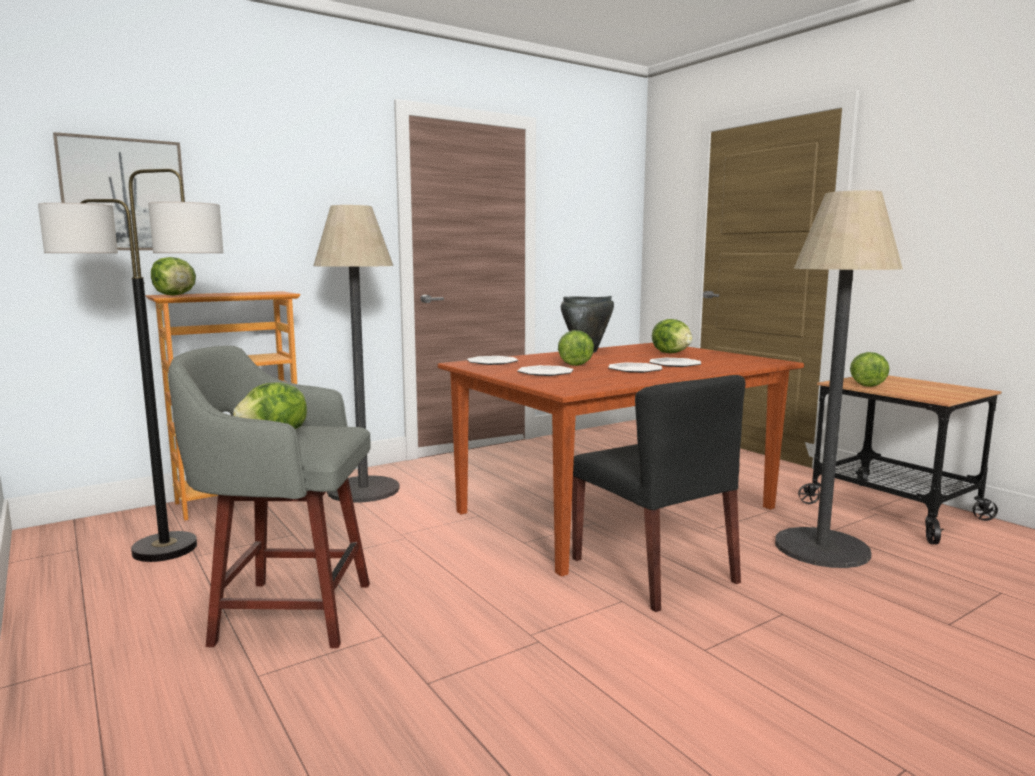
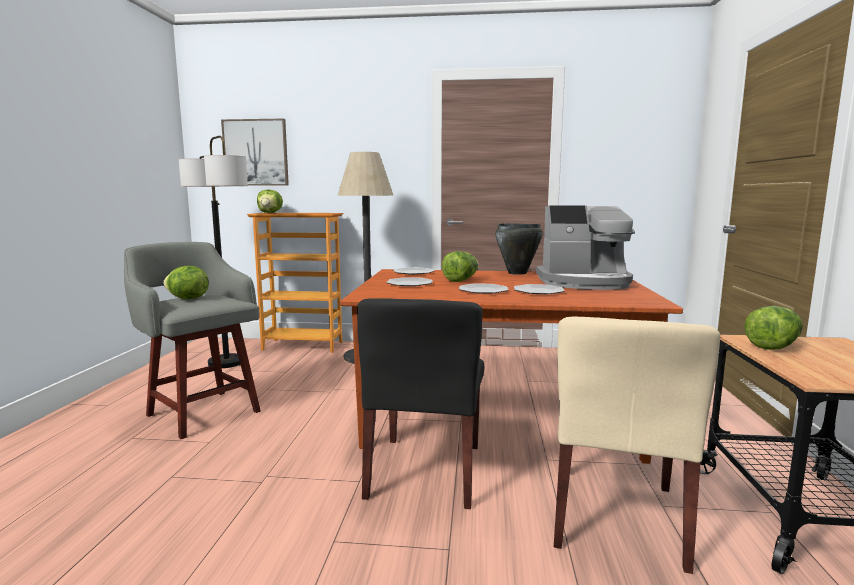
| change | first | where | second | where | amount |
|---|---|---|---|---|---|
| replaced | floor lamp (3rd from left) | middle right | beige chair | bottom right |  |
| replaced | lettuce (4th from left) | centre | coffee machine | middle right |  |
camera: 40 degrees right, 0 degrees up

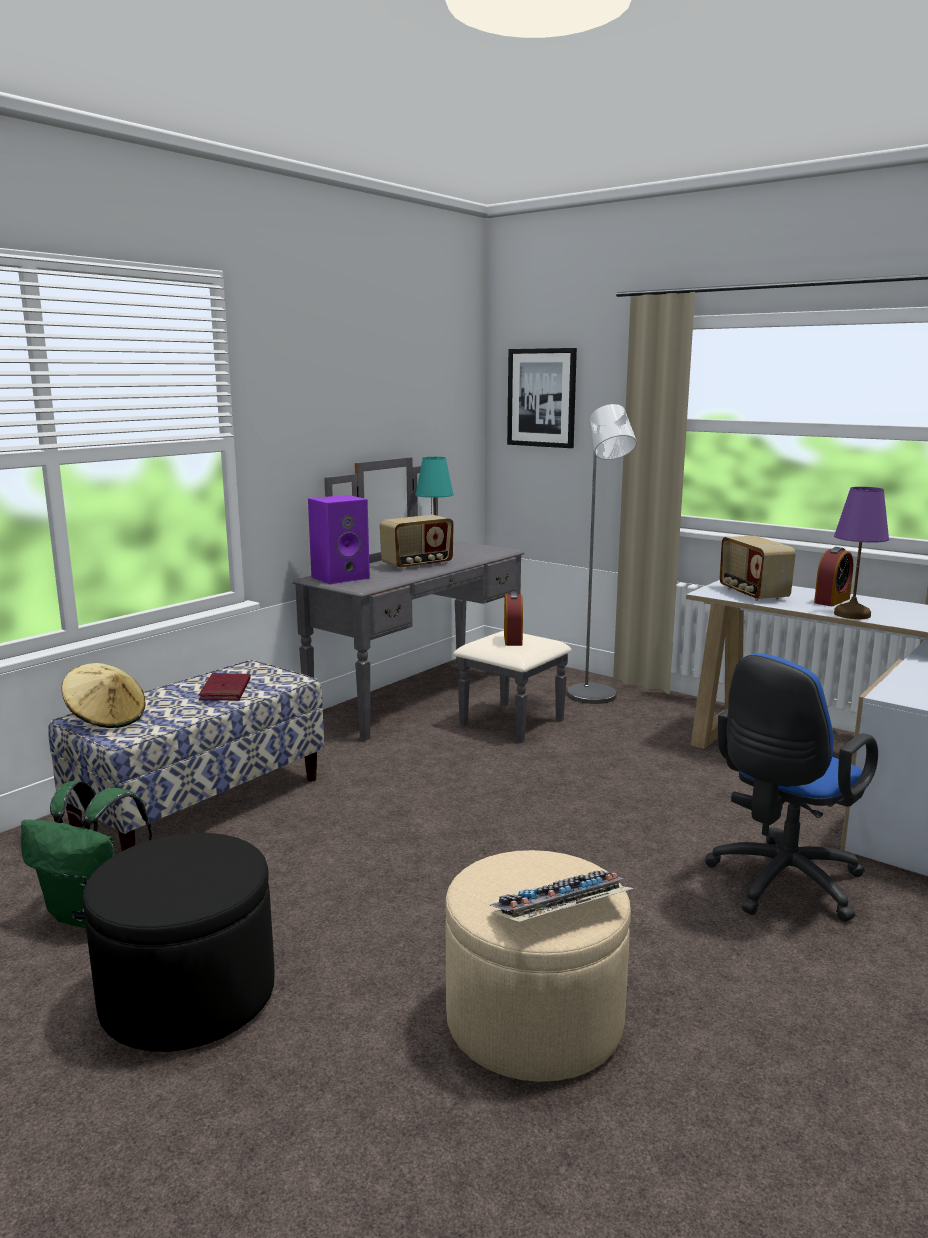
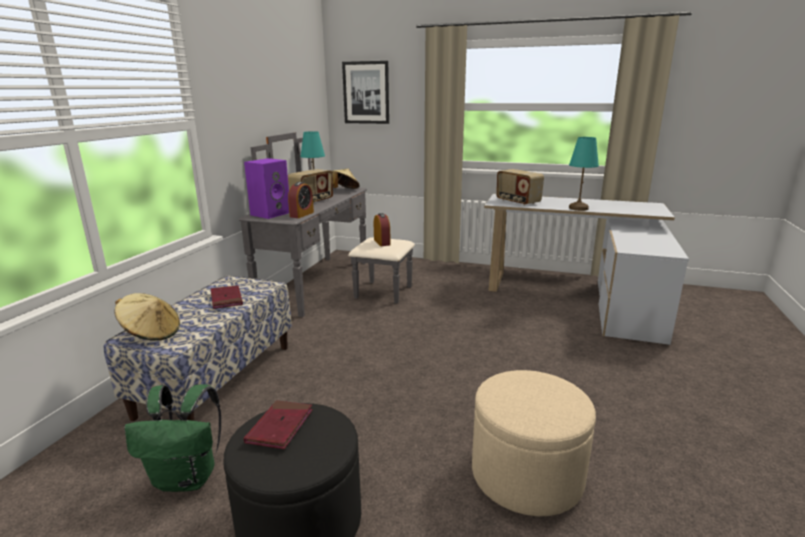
| change | first | where | second | where | amount |
|---|---|---|---|---|---|
| removed | grey floor lamp | centre |  |  |  |
| recoloured | purple table lamp | middle right | turquoise table lamp (2nd from left) | top right |  |
| moved | alarm clock (2nd from left in the first image) | middle right | alarm clock (1st from left) | centre |  |
| removed | blue office chair | middle right |  |  |  |
| removed | keyboard | bottom centre |  |  |  |
| added |  |  | beige hat (2nd from left) | centre |  |
| added |  |  | red book (2nd from left) | bottom centre |  |
camera: 20 degrees left, 5 degrees up

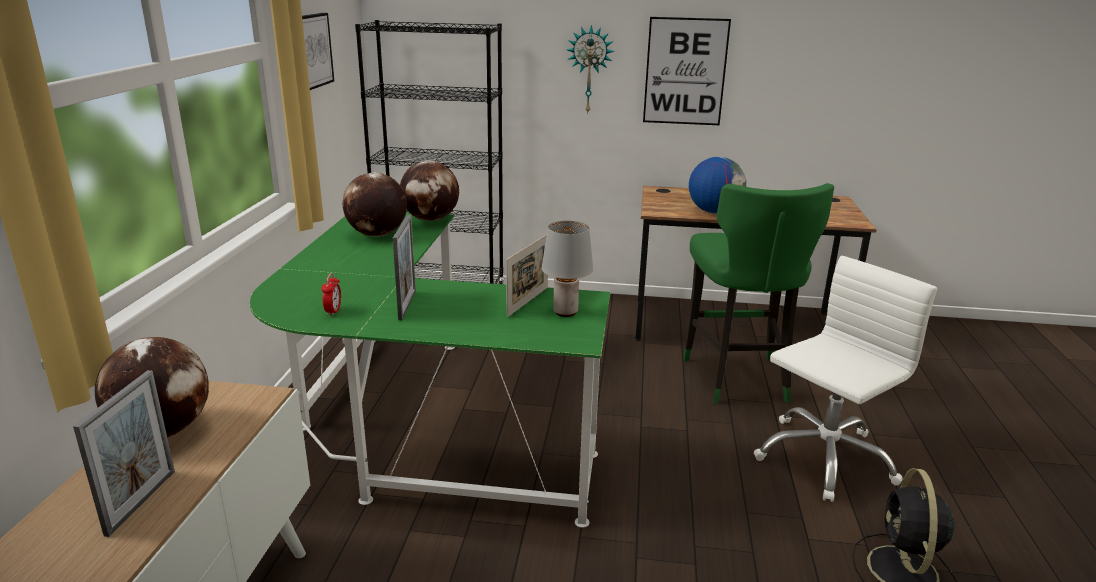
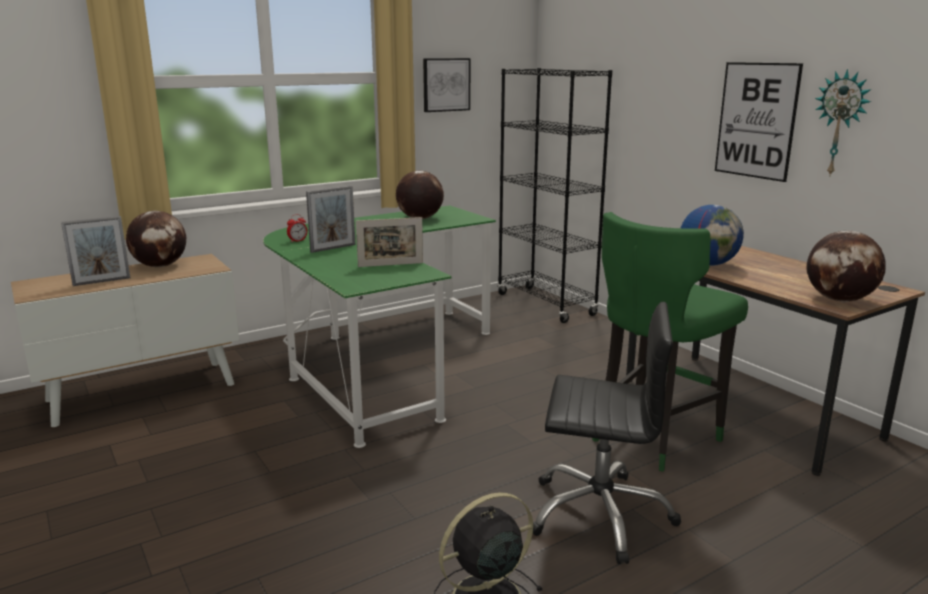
| change | first | where | second | where | amount |
|---|---|---|---|---|---|
| moved | wall clock | top centre |  | top right |  |
| moved | globe (3rd from left in the first image) | top centre | globe (4th from left) | middle right |  |
| removed | grey table lamp | centre |  |  |  |
| recoloured | white office chair | middle right | black office chair | bottom centre |  |
camera: 50 degrees right, 5 degrees down

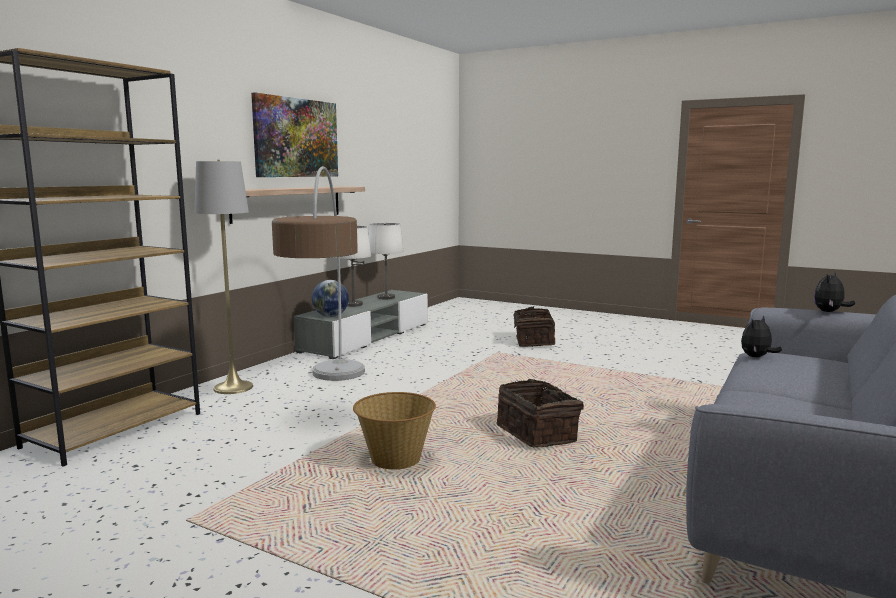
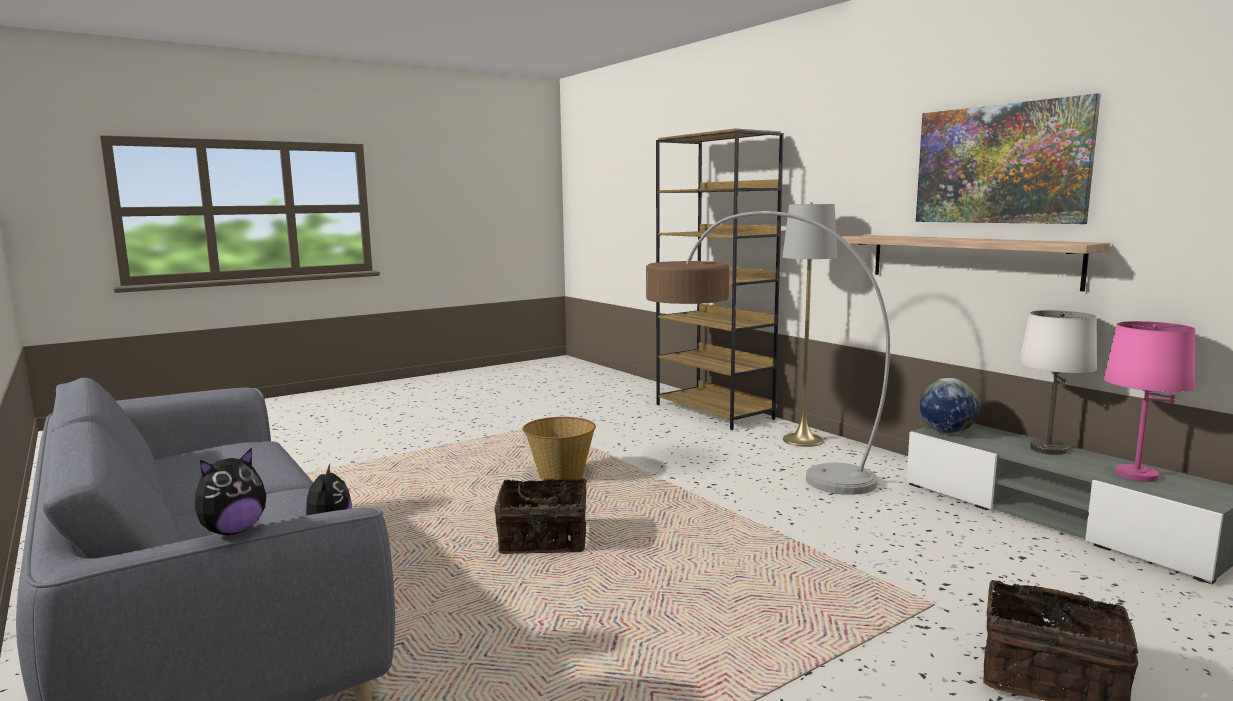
| change | first | where | second | where | amount |
|---|---|---|---|---|---|
| recoloured | white table lamp (2nd from left) | centre | pink table lamp | middle right |  |
| turned | plush toy (2nd from left in the first image) | middle right | plush toy (1st from left) | bottom left | 60 degrees clockwise |
camera: 115 degrees right, 0 degrees up

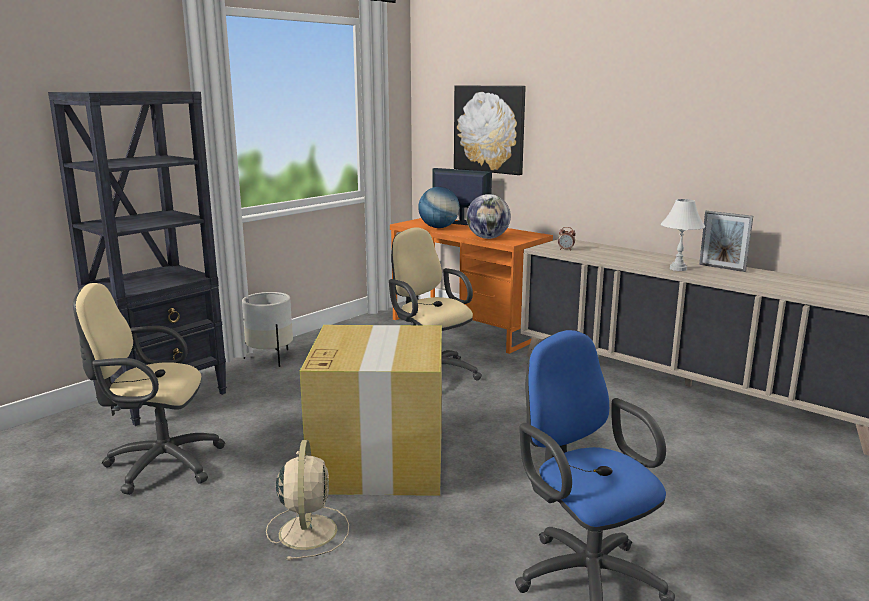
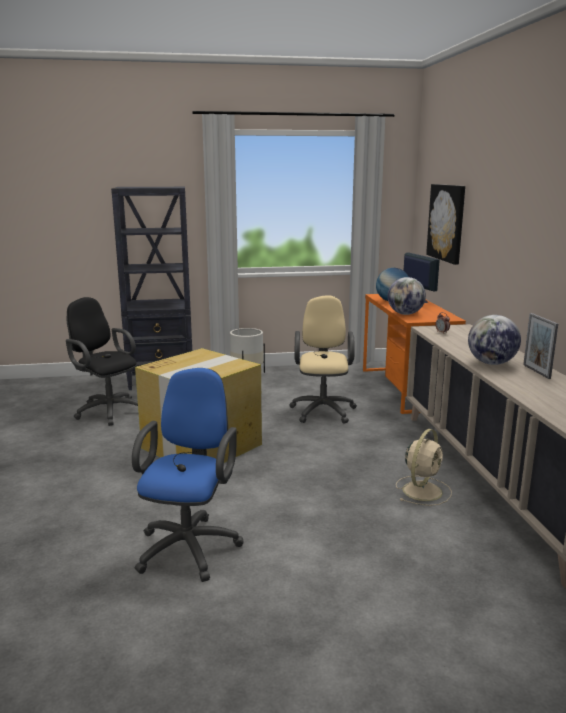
| change | first | where | second | where | amount |
|---|---|---|---|---|---|
| replaced | white table lamp | middle right | globe (3rd from left) | middle right |  |
| recoloured | beige office chair (1st from left) | middle left | black office chair | middle left |  |
| moved | beige fan | bottom centre |  | middle right |  |
camera: 40 degrees right, 0 degrees up

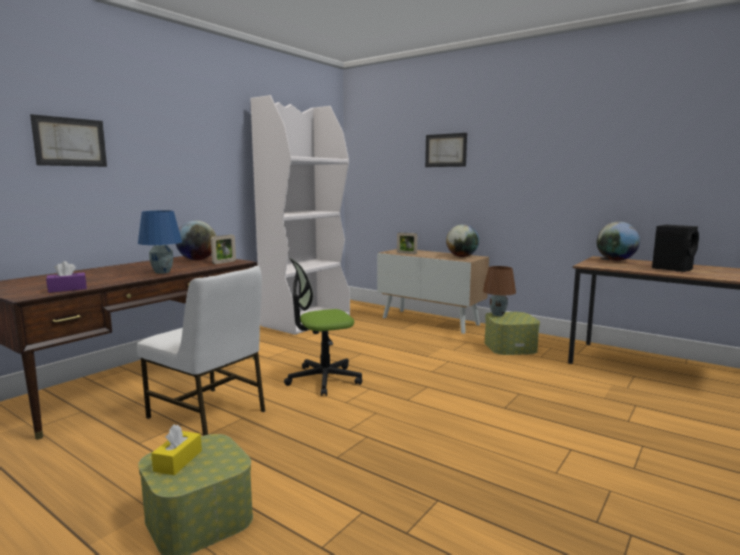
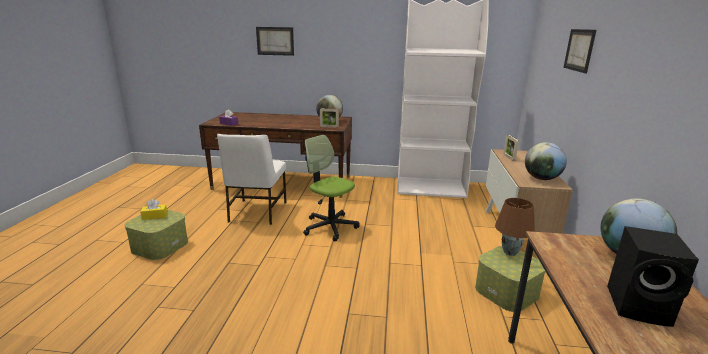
| change | first | where | second | where | amount |
|---|---|---|---|---|---|
| removed | blue table lamp | middle left |  |  |  |
camera: 60 degrees right, 10 degrees up

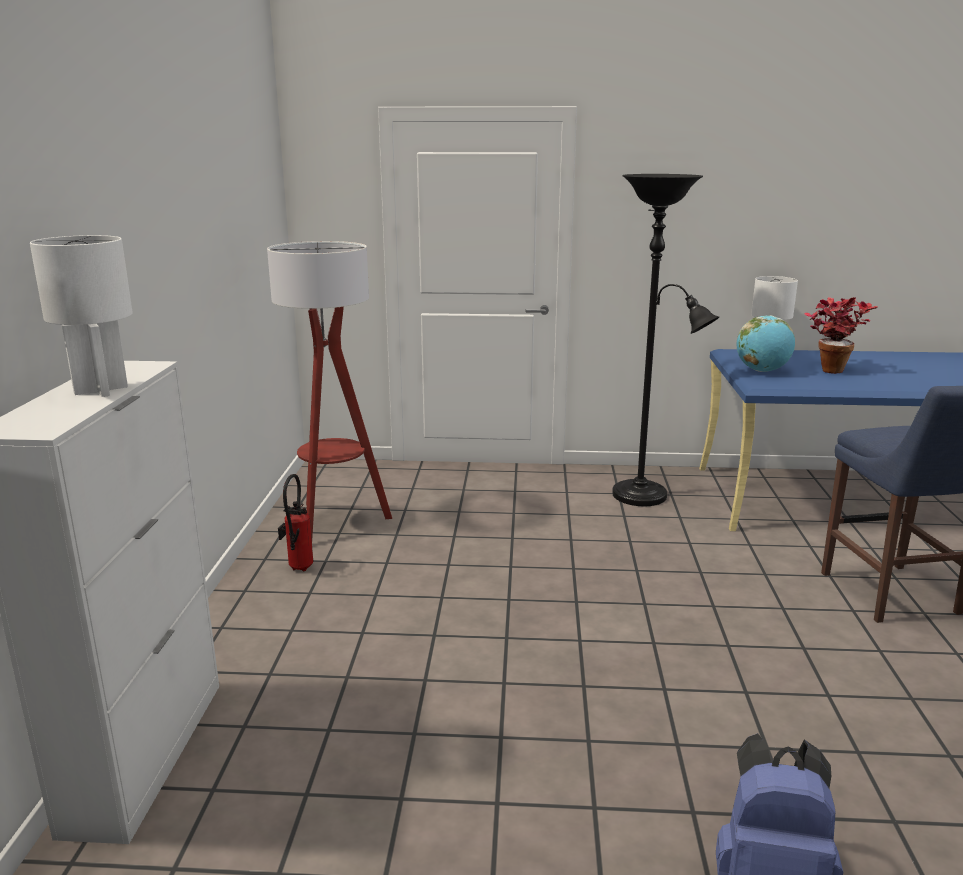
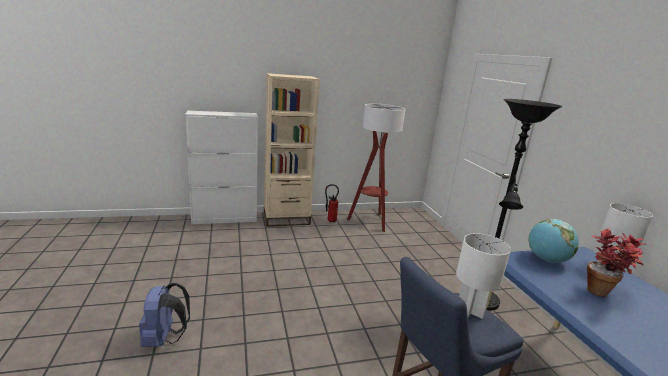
| change | first | where | second | where | amount |
|---|---|---|---|---|---|
| moved | white table lamp (1st from left) | middle left |  | bottom right |  |
| added |  |  | beige bookcase | centre |  |
camera: 70 degrees right, 0 degrees up

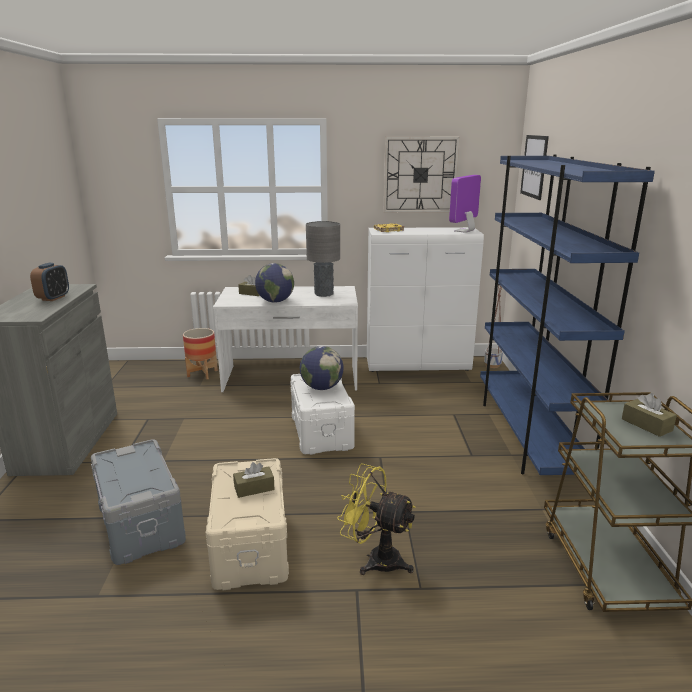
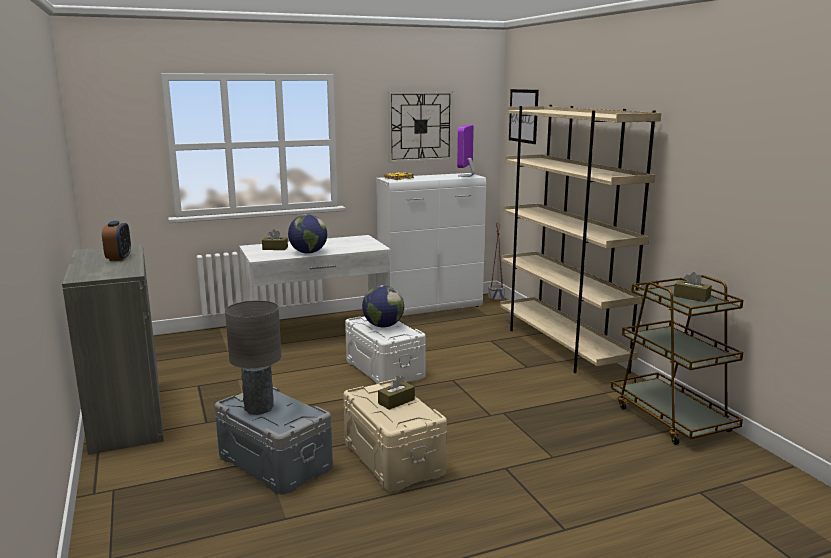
| change | first | where | second | where | amount |
|---|---|---|---|---|---|
| recoloured | blue bookcase | middle right | beige bookcase | middle right |  |
| moved | grey table lamp | centre |  | middle left |  |
| removed | planter (1st from left) | middle left |  |  |  |
| removed | yellow fan | bottom centre |  |  |  |
camera: 20 degrees left, 5 degrees down

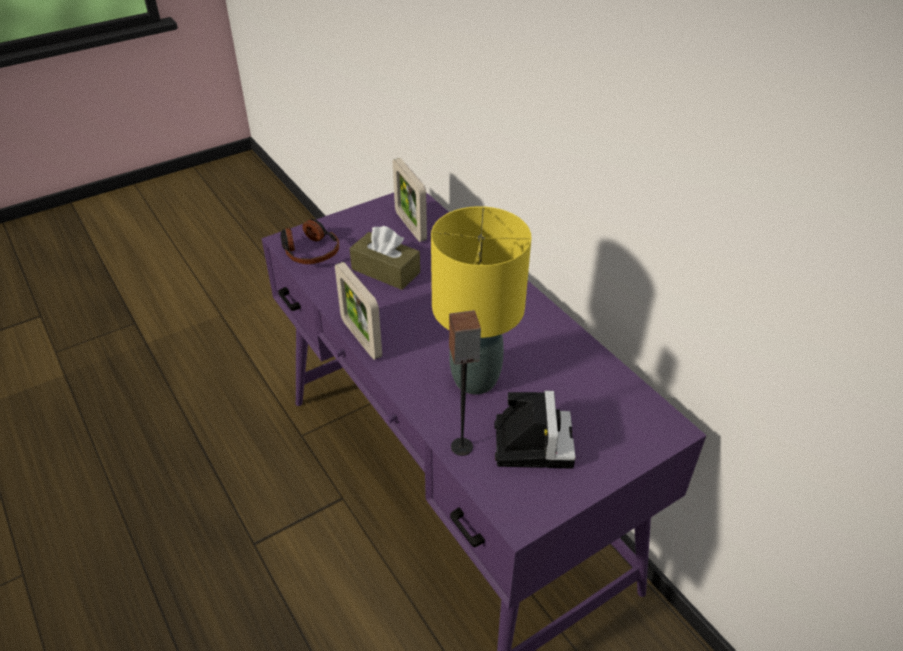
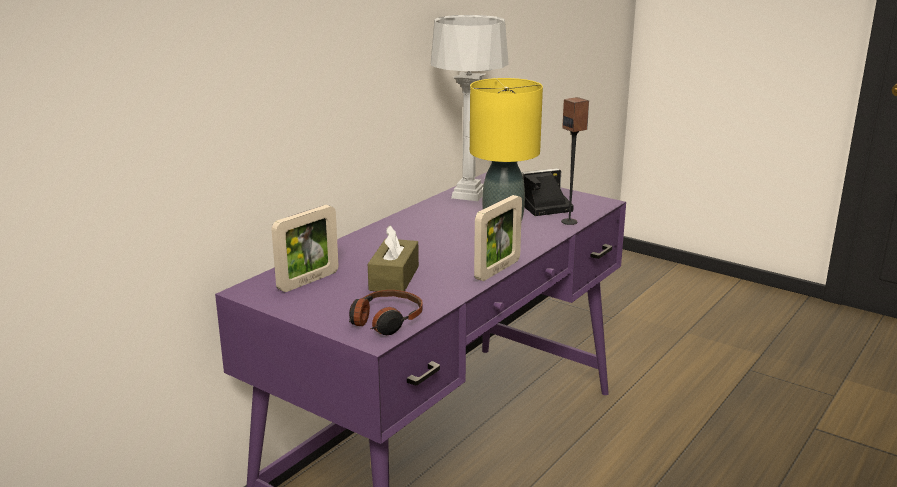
| change | first | where | second | where | amount |
|---|---|---|---|---|---|
| added |  |  | grey table lamp | top centre |  |
camera: 110 degrees left, 20 degrees down

